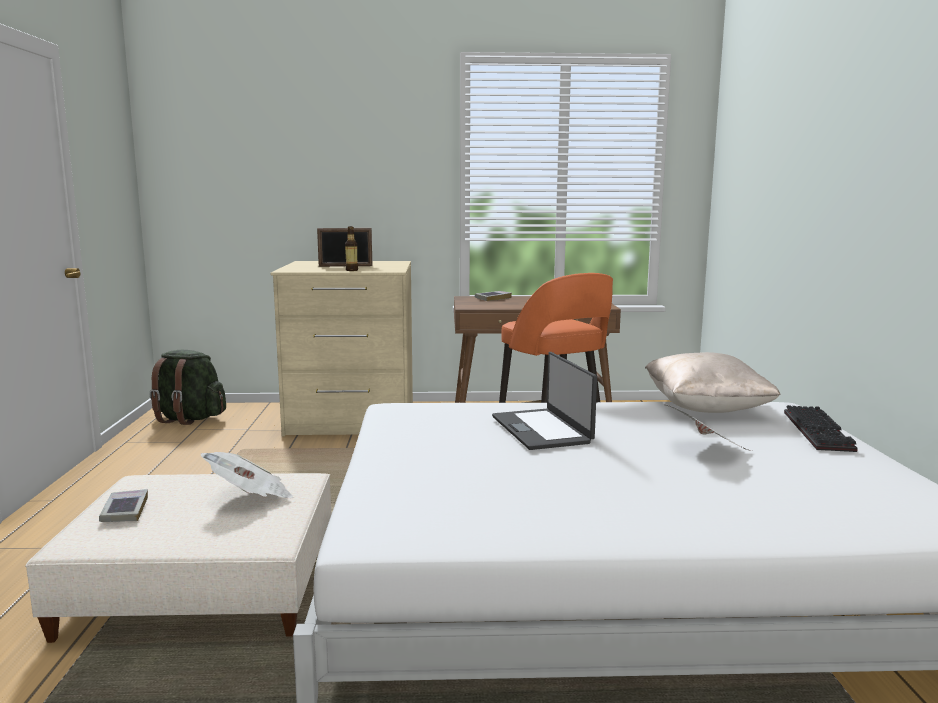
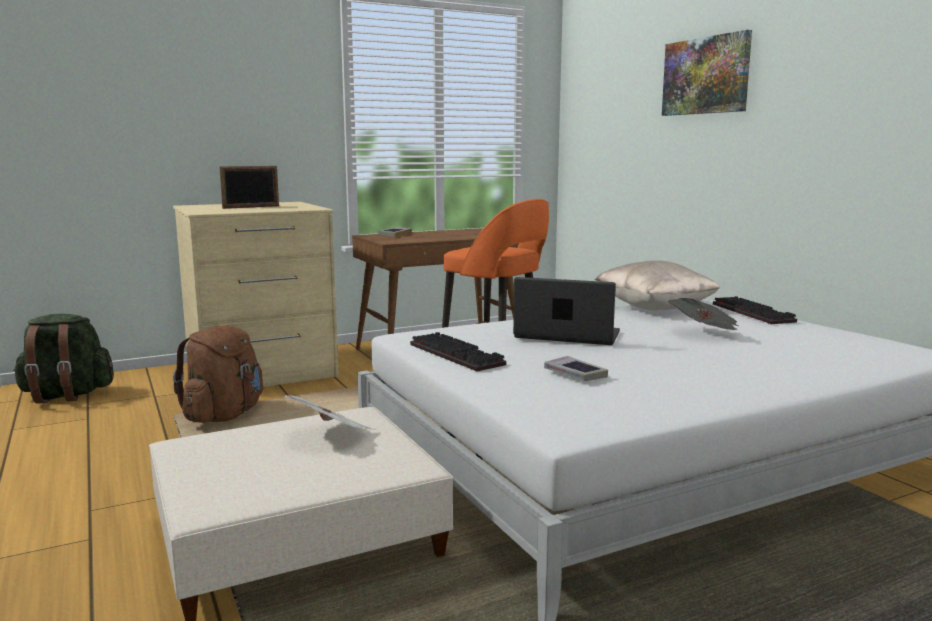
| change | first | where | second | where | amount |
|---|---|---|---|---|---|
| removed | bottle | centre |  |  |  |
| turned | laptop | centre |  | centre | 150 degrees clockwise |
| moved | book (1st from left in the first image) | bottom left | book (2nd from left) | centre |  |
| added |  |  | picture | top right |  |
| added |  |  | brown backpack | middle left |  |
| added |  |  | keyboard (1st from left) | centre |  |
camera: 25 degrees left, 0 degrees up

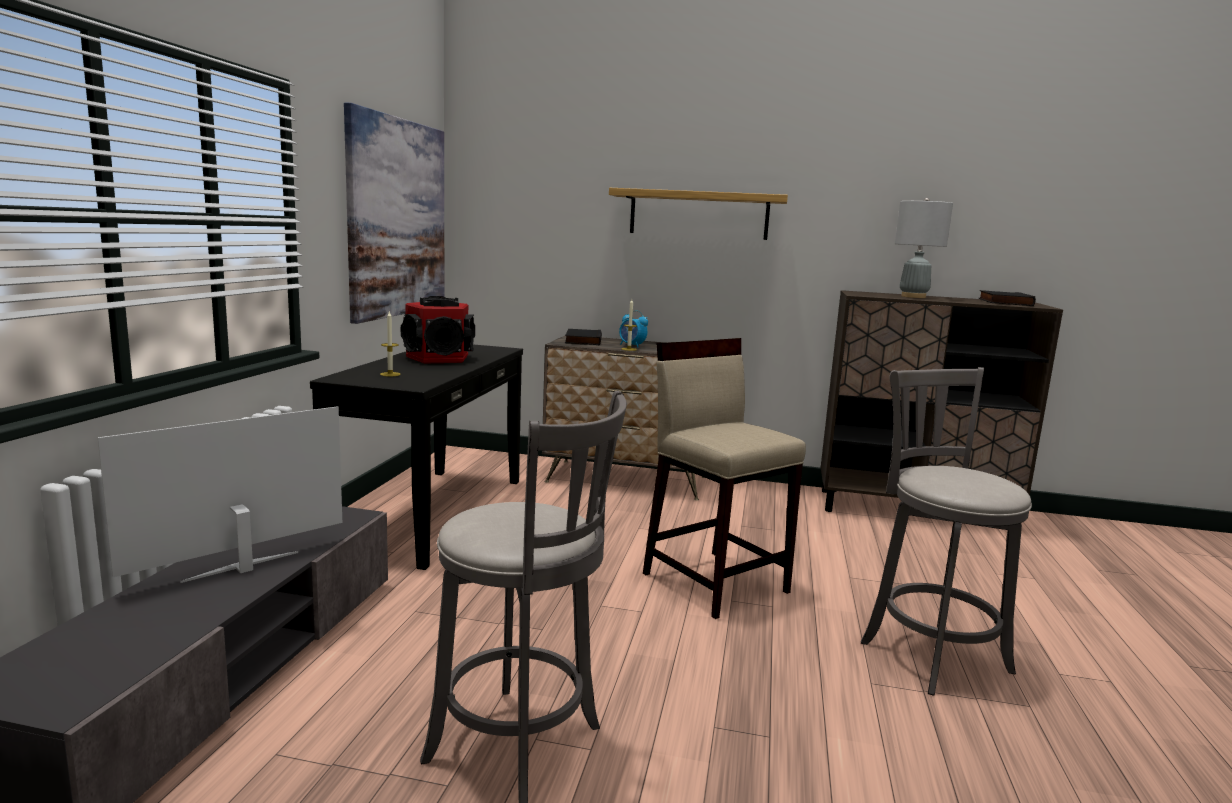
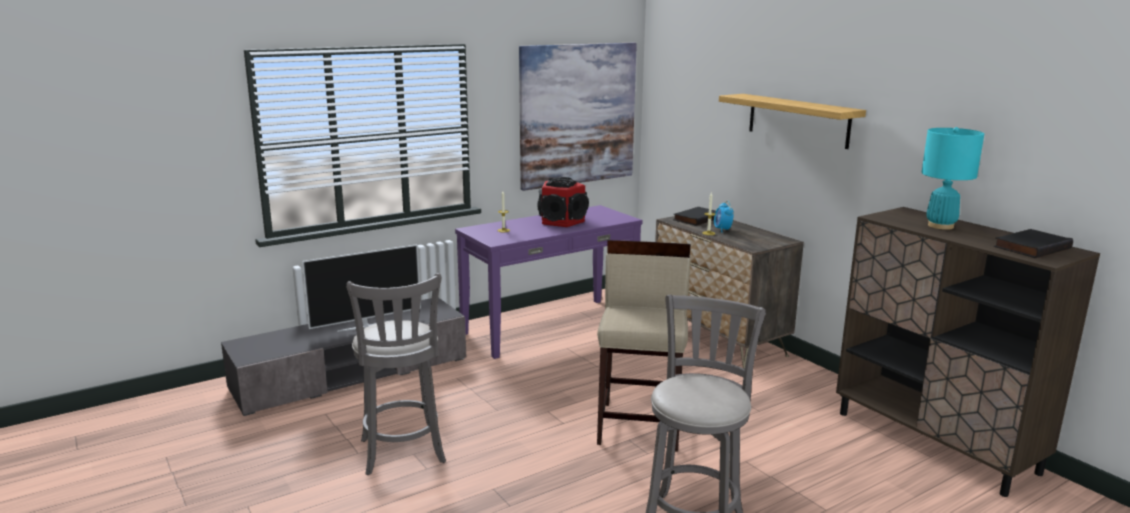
| change | first | where | second | where | amount |
|---|---|---|---|---|---|
| recoloured | grey table lamp | top right | turquoise table lamp | middle right |  |
| recoloured | black console table | centre | purple console table | centre |  |
| turned | television | middle left |  | middle left | 150 degrees clockwise |
camera: 45 degrees right, 5 degrees up

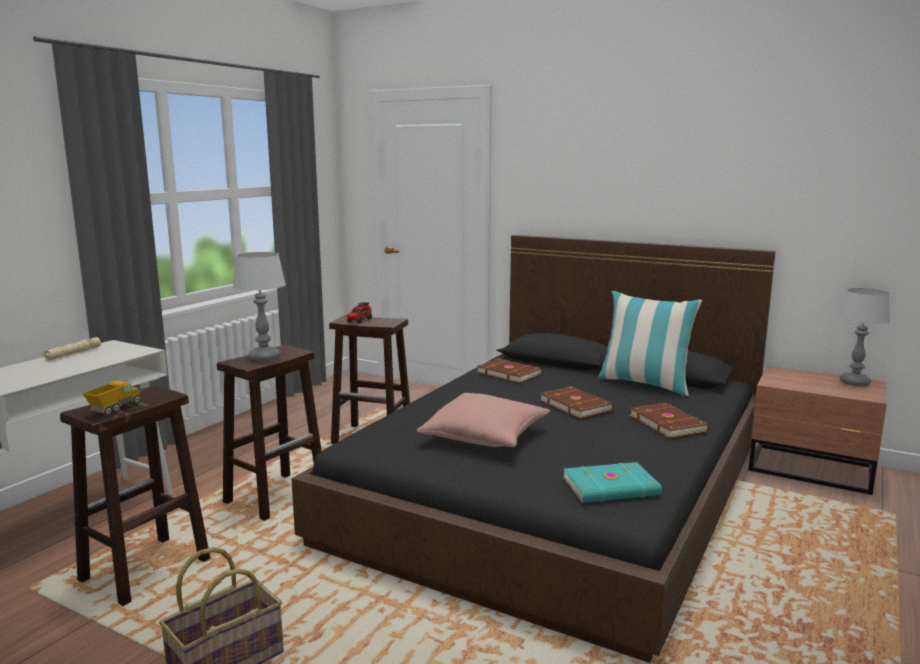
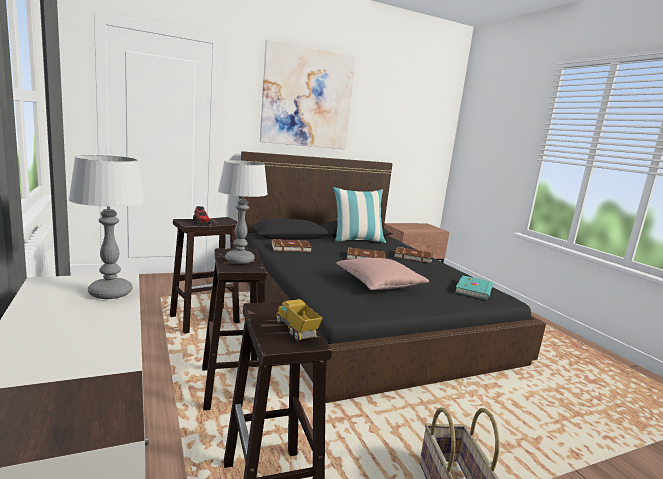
| change | first | where | second | where | amount |
|---|---|---|---|---|---|
| moved | table lamp (2nd from left in the first image) | middle right | table lamp (1st from left) | middle left |  |
| removed | beige flashlight | middle left |  |  |  |
| added |  |  | picture | top centre |  |
camera: 55 degrees left, 0 degrees up

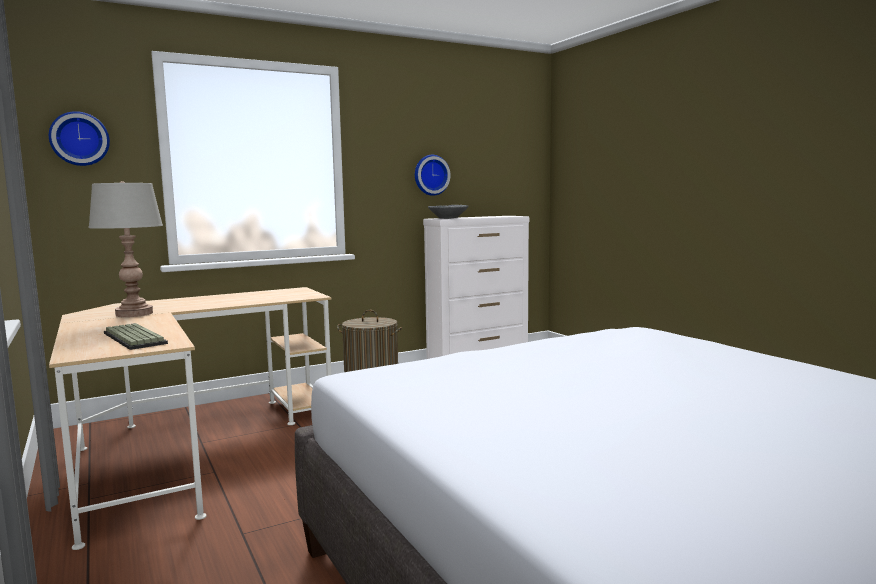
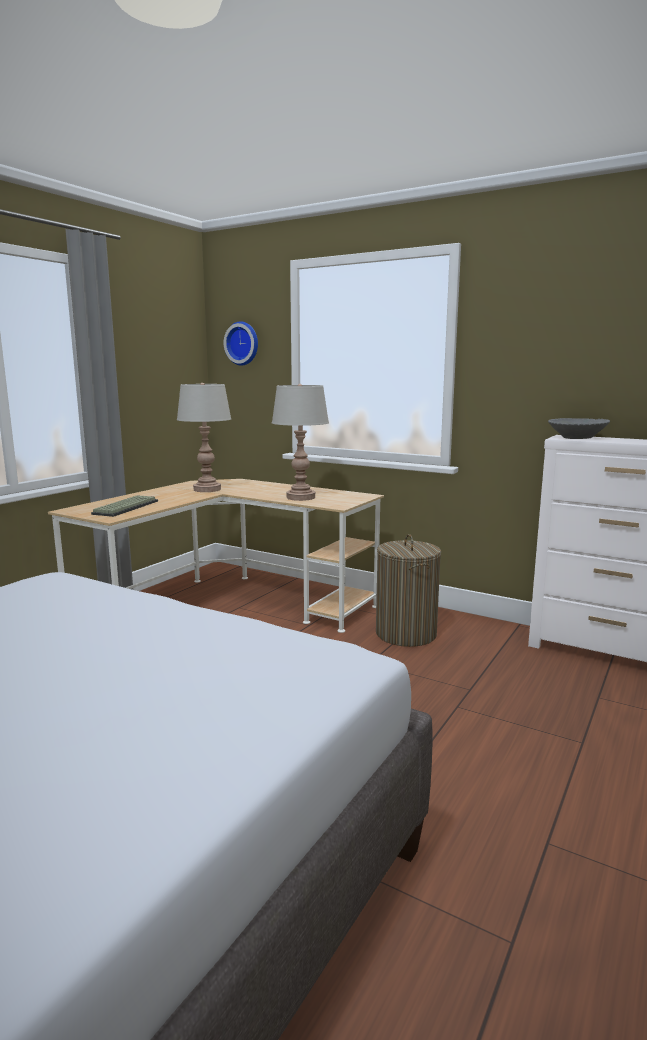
| change | first | where | second | where | amount |
|---|---|---|---|---|---|
| removed | wall clock (2nd from left) | top centre |  |  |  |
| added |  |  | grey table lamp (2nd from left) | centre |  |
camera: 60 degrees right, 5 degrees up

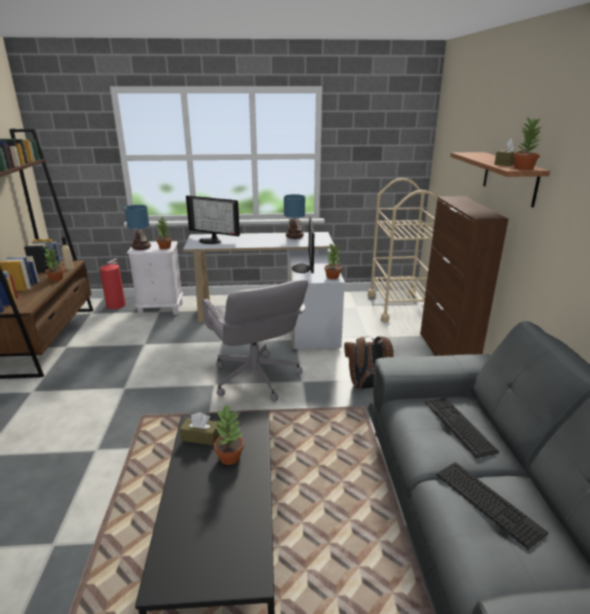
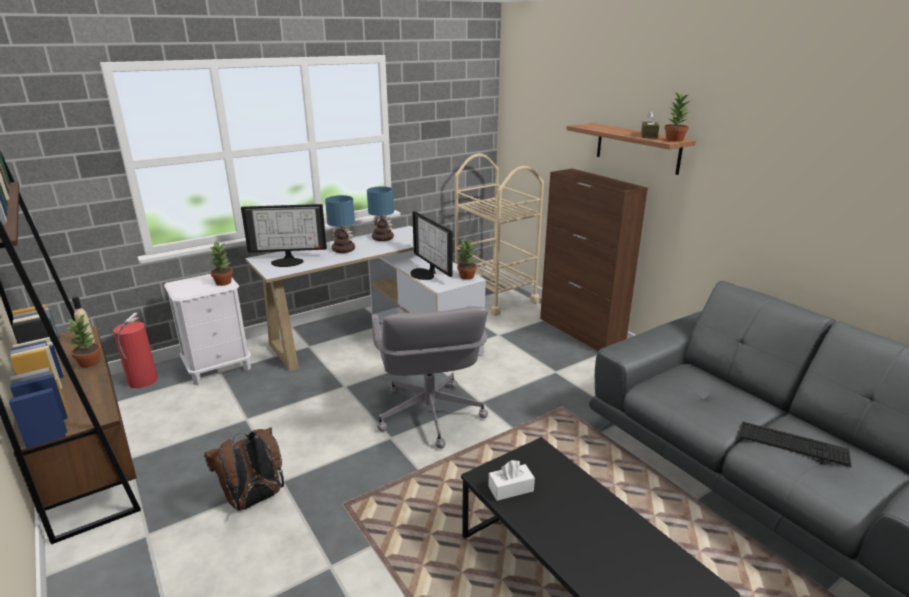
| change | first | where | second | where | amount |
|---|---|---|---|---|---|
| moved | table lamp (1st from left) | middle left |  | centre |  |
| turned | grey office chair | centre |  | centre | 45 degrees clockwise |
| moved | brown backpack | centre |  | bottom left |  |
| removed | keyboard (1st from left) | bottom right |  |  |  |
| removed | potted plant (3rd from left) | bottom centre |  |  |  |
| recoloured | brown tissue box (1st from left) | bottom centre | white tissue box | bottom centre |  |
camera: 30 degrees left, 0 degrees up

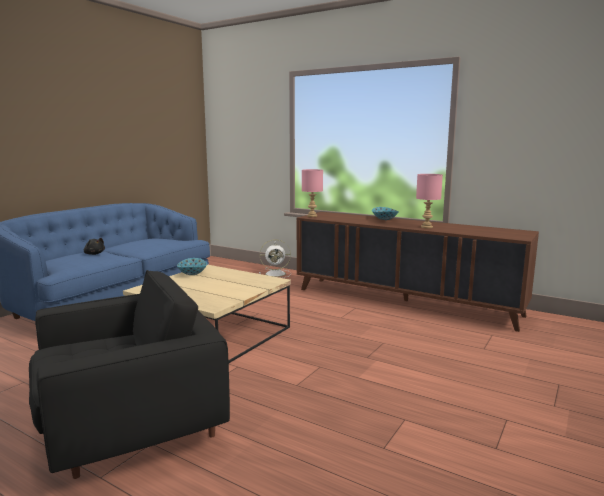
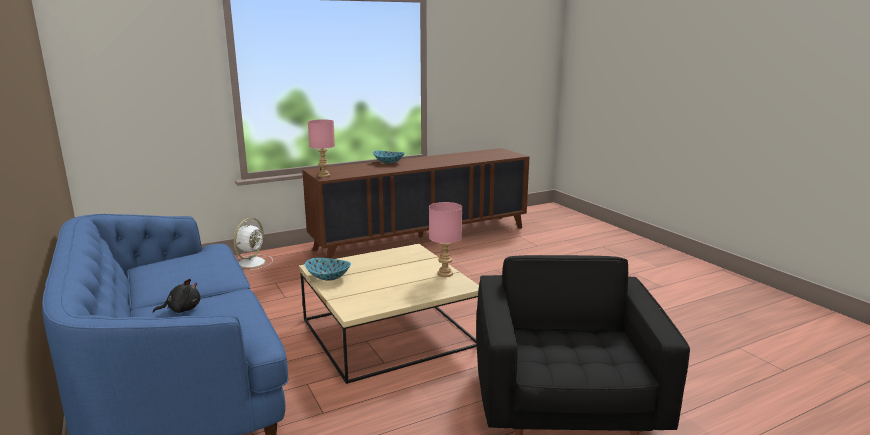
| change | first | where | second | where | amount |
|---|---|---|---|---|---|
| moved | pink table lamp (2nd from left) | middle right |  | centre |  |
camera: 60 degrees left, 5 degrees up

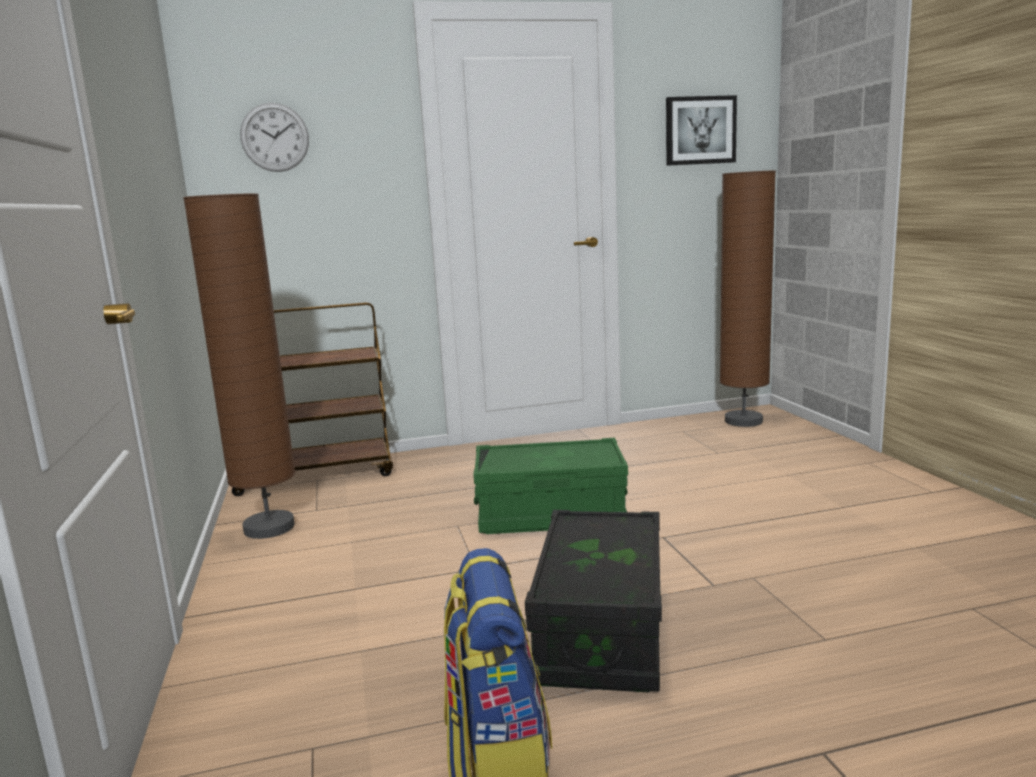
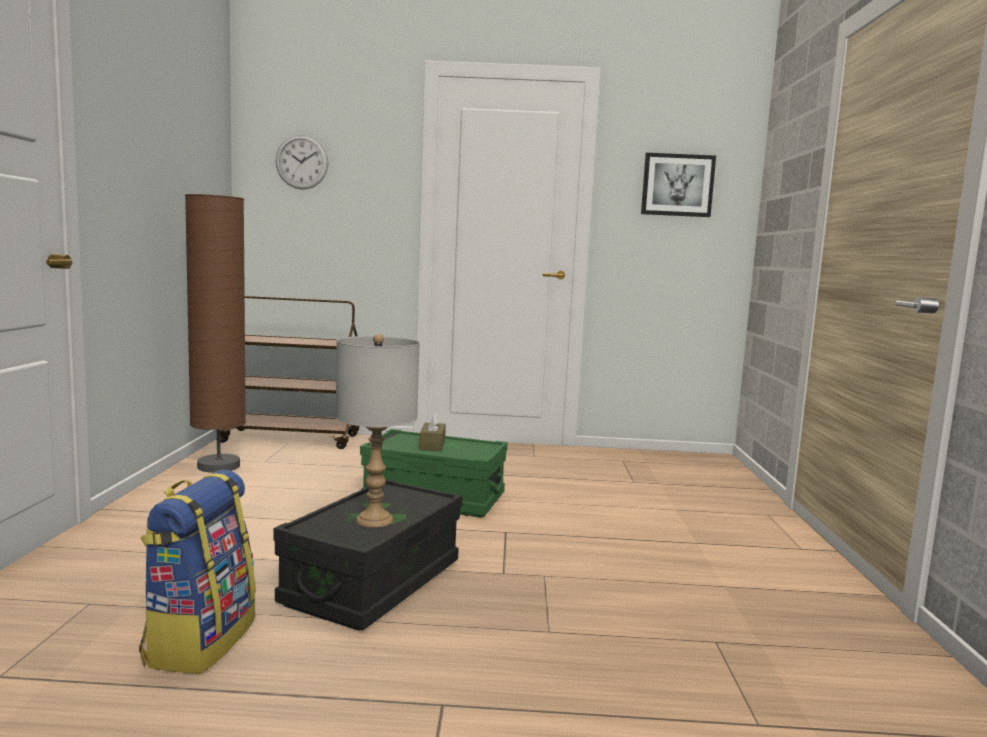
| change | first | where | second | where | amount |
|---|---|---|---|---|---|
| removed | brown floor lamp (2nd from left) | middle right |  |  |  |
| added |  |  | grey table lamp | centre |  |
| added |  |  | brown tissue box | centre |  |
camera: 15 degrees right, 5 degrees down

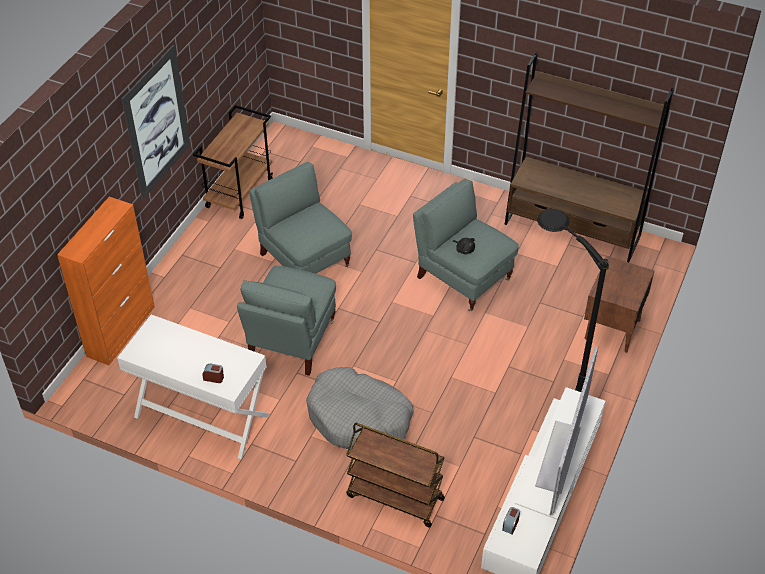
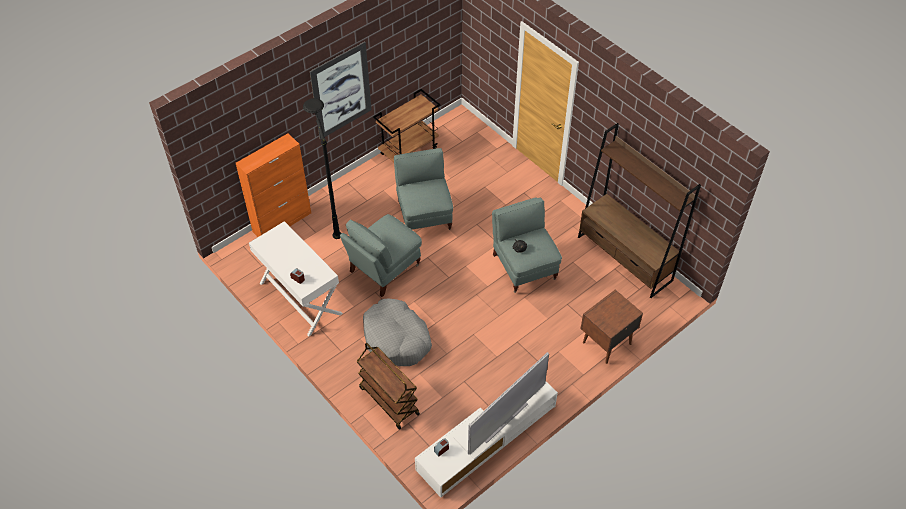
| change | first | where | second | where | amount |
|---|---|---|---|---|---|
| moved | black floor lamp | middle right |  | top centre |  |
camera: 25 degrees right, 5 degrees up

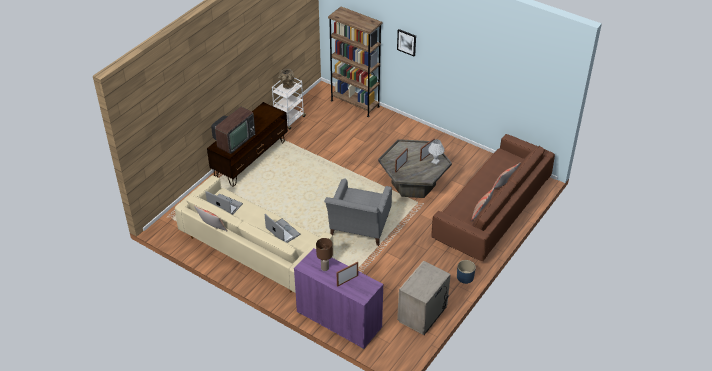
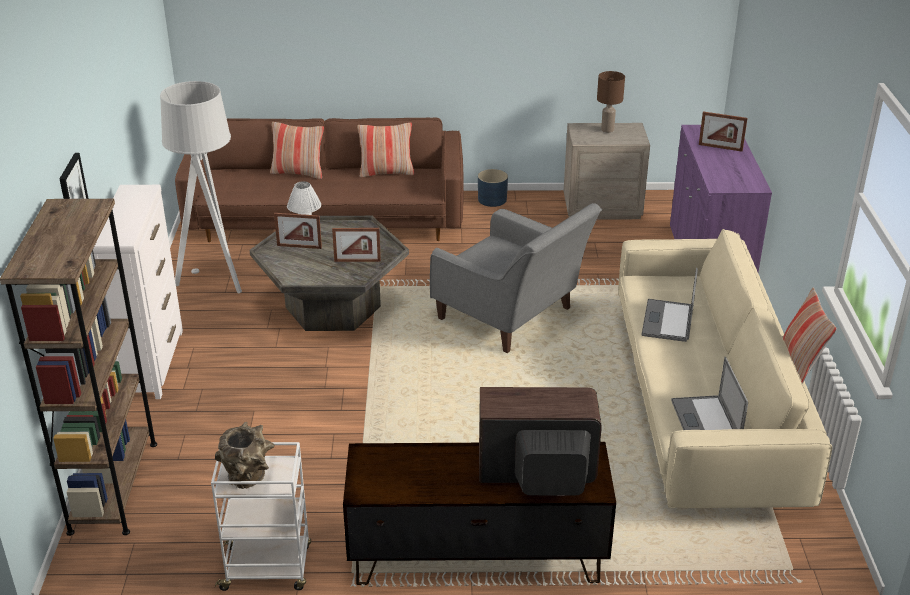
| change | first | where | second | where | amount |
|---|---|---|---|---|---|
| turned | grey armchair | centre |  | centre | 60 degrees clockwise |
| moved | brown table lamp | bottom centre |  | top right |  |
| added |  |  | grey floor lamp | top left |  |
| added |  |  | white dresser | middle left |  |
camera: 125 degrees left, 10 degrees down

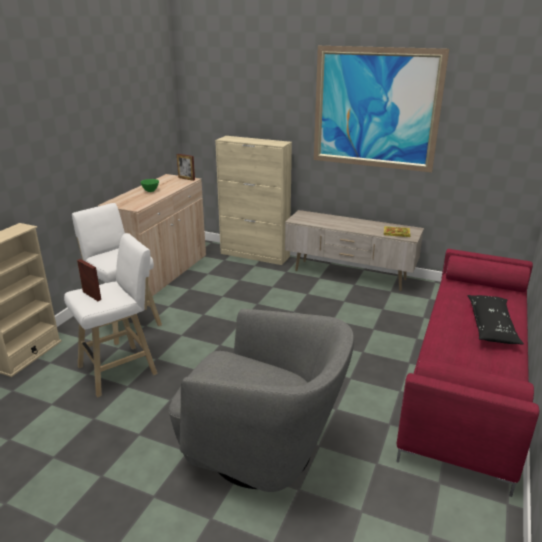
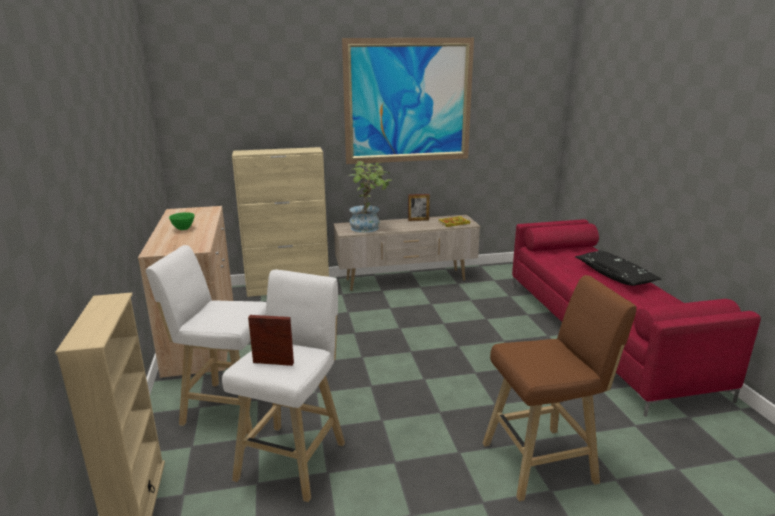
| change | first | where | second | where | amount |
|---|---|---|---|---|---|
| moved | picture frame (2nd from left) | top centre |  | centre |  |
| replaced | grey armchair | bottom centre | brown stool | bottom right |  |
| added |  |  | potted plant | centre |  |
camera: 35 degrees left, 5 degrees down

